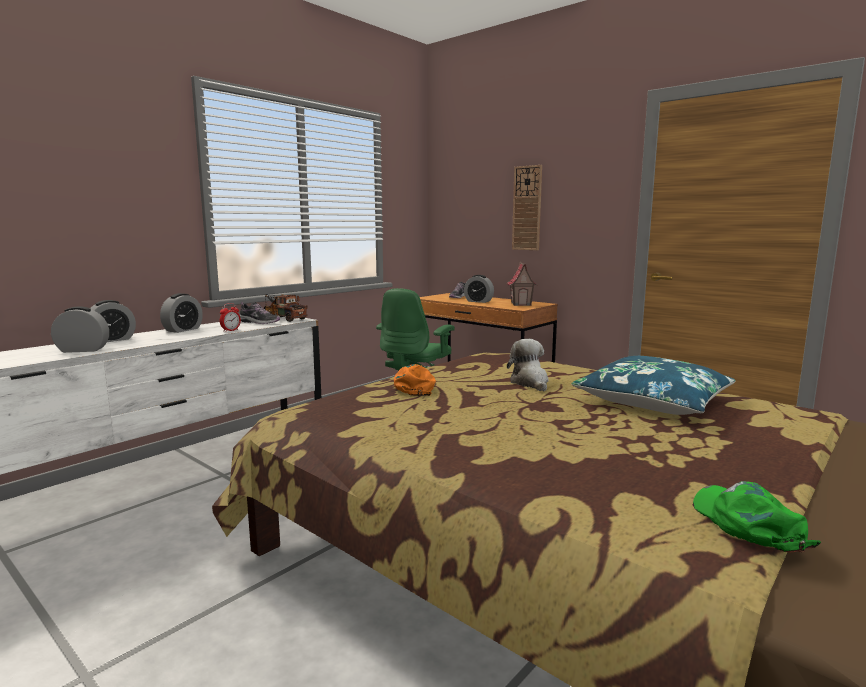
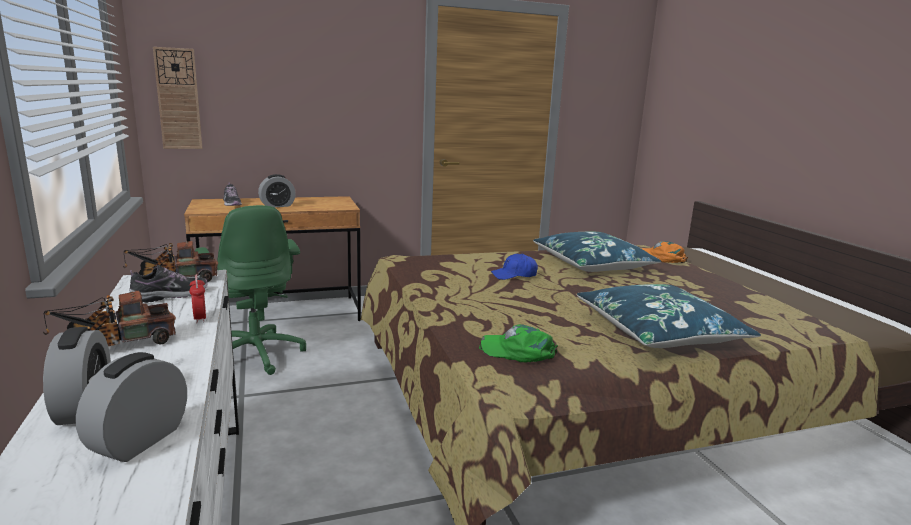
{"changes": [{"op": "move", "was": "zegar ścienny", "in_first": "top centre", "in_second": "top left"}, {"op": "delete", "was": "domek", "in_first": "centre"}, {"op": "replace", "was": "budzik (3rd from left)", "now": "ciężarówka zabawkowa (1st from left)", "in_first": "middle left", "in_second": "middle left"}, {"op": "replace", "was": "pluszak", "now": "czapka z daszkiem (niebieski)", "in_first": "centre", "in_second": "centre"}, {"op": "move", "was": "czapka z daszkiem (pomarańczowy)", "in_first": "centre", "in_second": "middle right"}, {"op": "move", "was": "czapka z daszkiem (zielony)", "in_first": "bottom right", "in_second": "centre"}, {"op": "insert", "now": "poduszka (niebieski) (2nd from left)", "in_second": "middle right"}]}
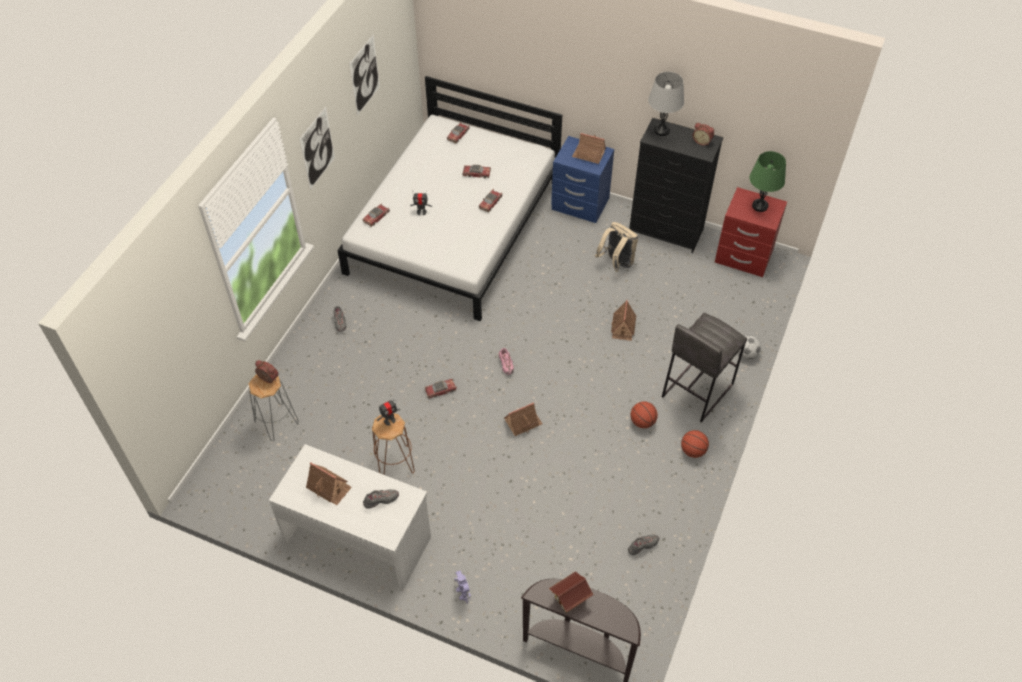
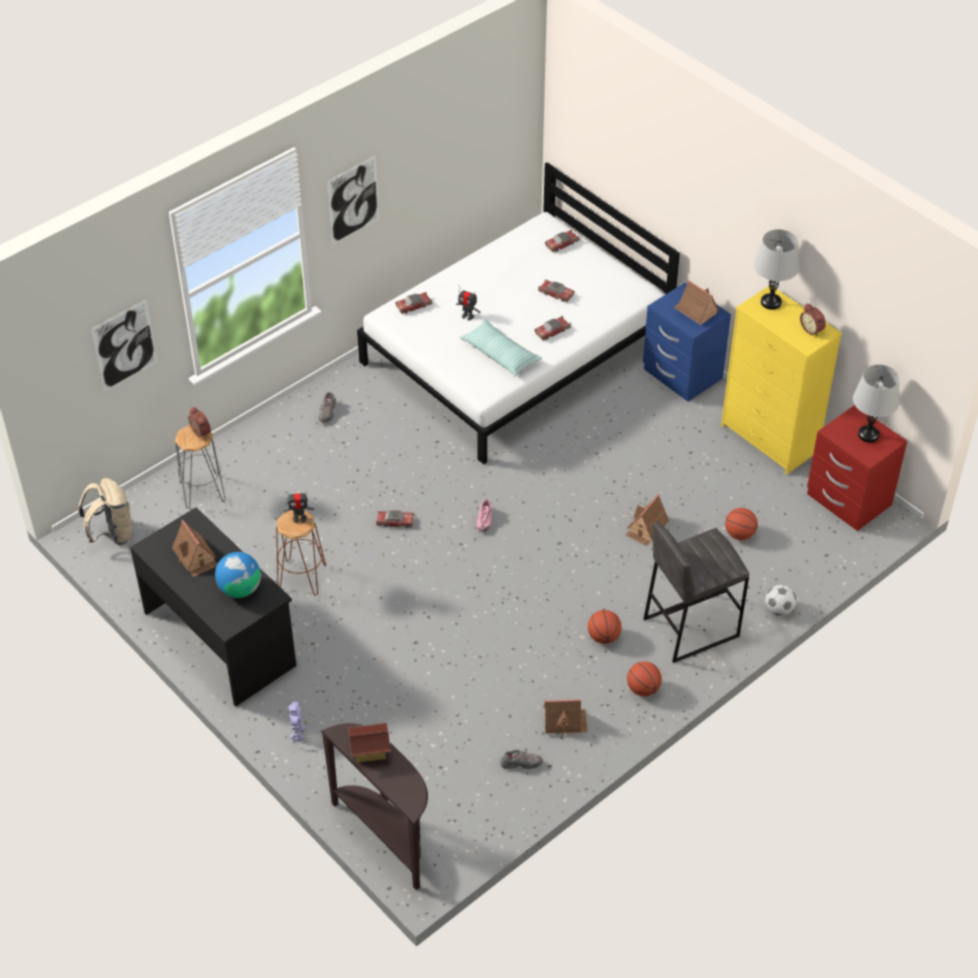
{"changes": [{"op": "move", "was": "obraz (2nd from left in the first image)", "now": "obraz (1st from left)", "in_first": "top centre", "in_second": "middle left"}, {"op": "recolor", "was": "komoda (czarny)", "now": "komoda (żółty)", "in_first": "top centre", "in_second": "middle right"}, {"op": "recolor", "was": "lampa stołowa (zielony)", "now": "lampa stołowa (szary) (2nd from left)", "in_first": "top right", "in_second": "middle right"}, {"op": "move", "was": "plecak (beżowy)", "in_first": "centre", "in_second": "middle left"}, {"op": "move", "was": "domek (2nd from left in the first image)", "now": "domek (3rd from left)", "in_first": "centre", "in_second": "bottom centre"}, {"op": "recolor", "was": "biurko (biały)", "now": "biurko (czarny)", "in_first": "bottom centre", "in_second": "middle left"}, {"op": "replace", "was": "but (szary) (2nd from left)", "now": "globus", "in_first": "bottom centre", "in_second": "middle left"}, {"op": "insert", "now": "poduszka", "in_second": "centre"}, {"op": "insert", "now": "piłka do koszykówki (3rd from left)", "in_second": "middle right"}]}
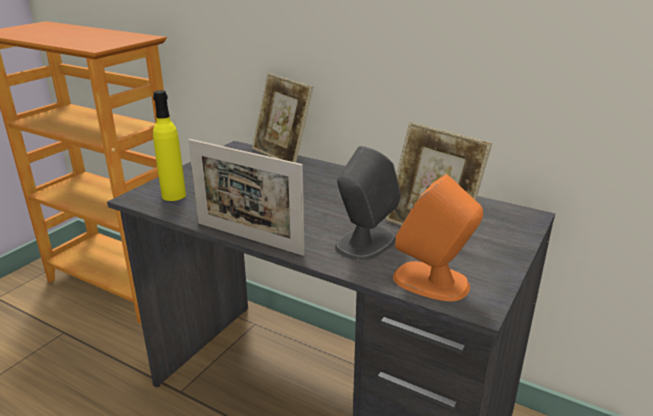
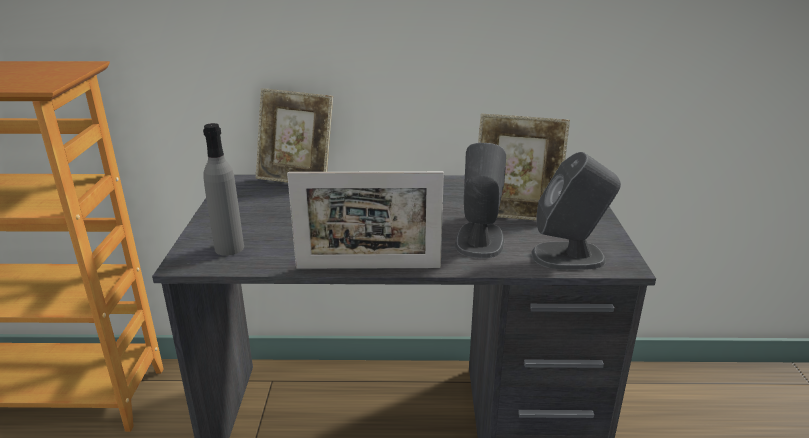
{"changes": [{"op": "recolor", "was": "butelka (żółty)", "now": "butelka (szary)", "in_first": "middle left", "in_second": "middle left"}, {"op": "recolor", "was": "głośnik (pomarańczowy)", "now": "głośnik (szary) (2nd from left)", "in_first": "middle right", "in_second": "middle right"}]}
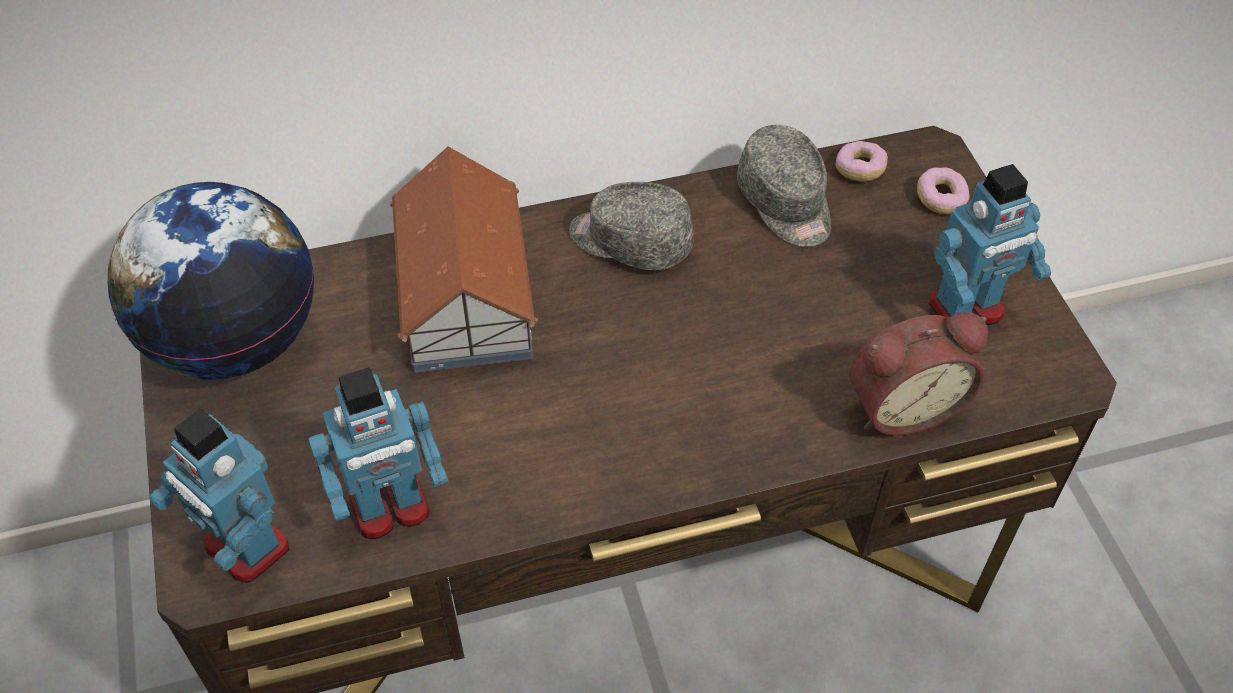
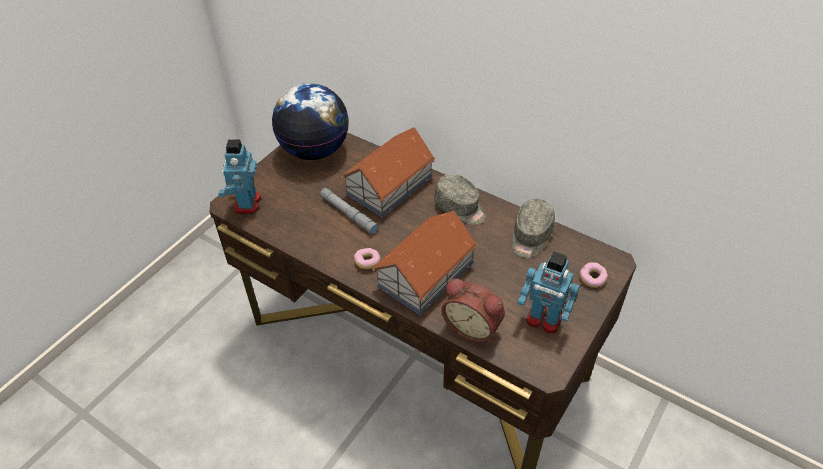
{"changes": [{"op": "move", "was": "donut (1st from left)", "in_first": "top right", "in_second": "centre"}, {"op": "rotate", "was": "czapka z daszkiem (szary) (1st from left)", "in_first": "top centre", "in_second": "centre", "clockwise": 150}, {"op": "delete", "was": "robot zabawkowy (2nd from left)", "in_first": "middle left"}, {"op": "insert", "now": "latarka (szary)", "in_second": "centre"}, {"op": "insert", "now": "domek (2nd from left)", "in_second": "centre"}]}
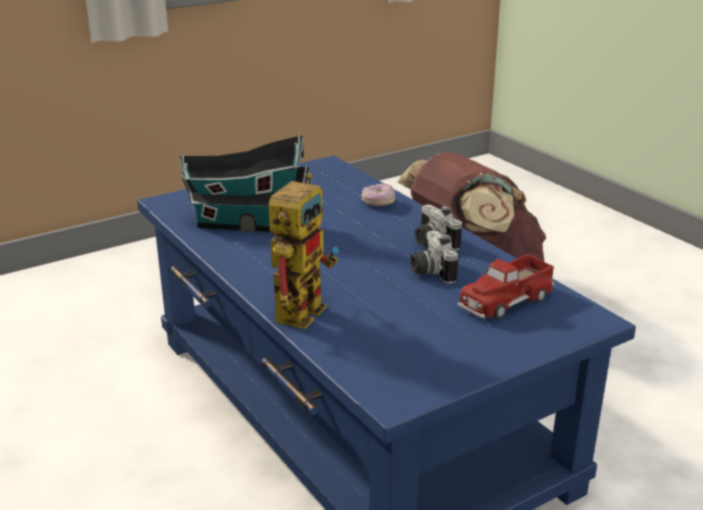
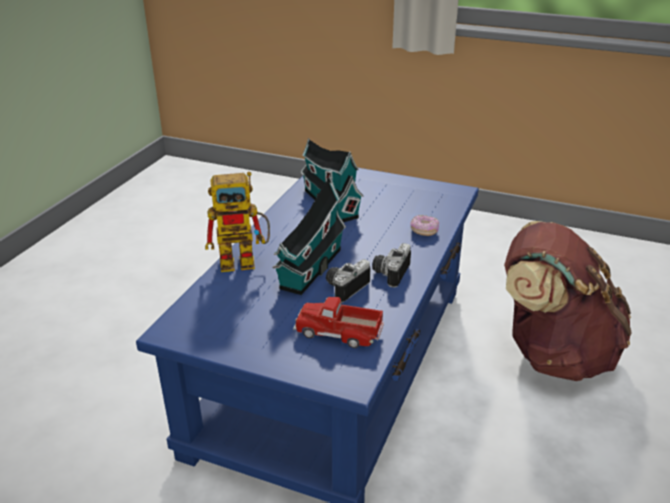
{"changes": [{"op": "insert", "now": "domek (1st from left)", "in_second": "centre"}]}
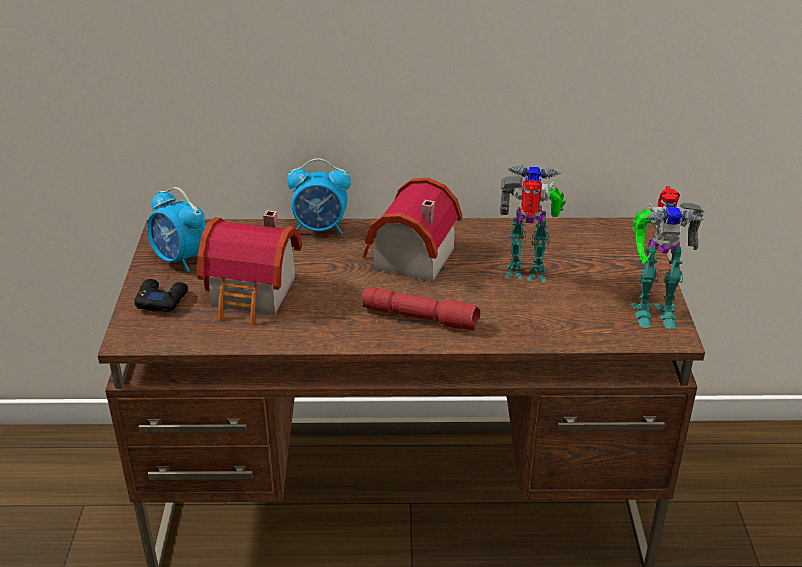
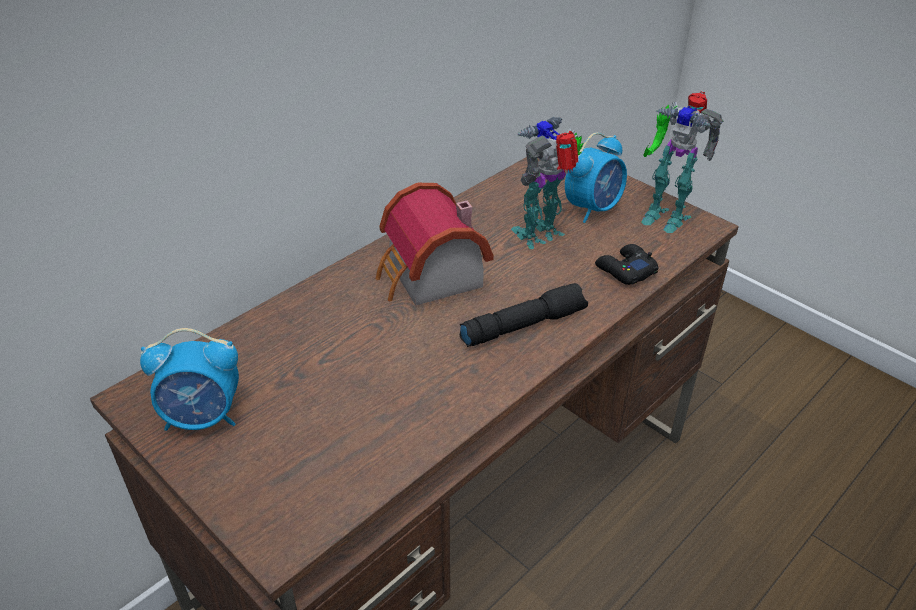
{"changes": [{"op": "move", "was": "budzik (2nd from left)", "in_first": "centre", "in_second": "top centre"}, {"op": "rotate", "was": "robot zabawkowy (2nd from left)", "in_first": "middle right", "in_second": "top right", "clockwise": 75}, {"op": "delete", "was": "domek (1st from left)", "in_first": "middle left"}, {"op": "move", "was": "pad do gier (czarny)", "in_first": "middle left", "in_second": "middle right"}, {"op": "recolor", "was": "latarka (czerwony)", "now": "latarka (czarny)", "in_first": "centre", "in_second": "centre"}]}
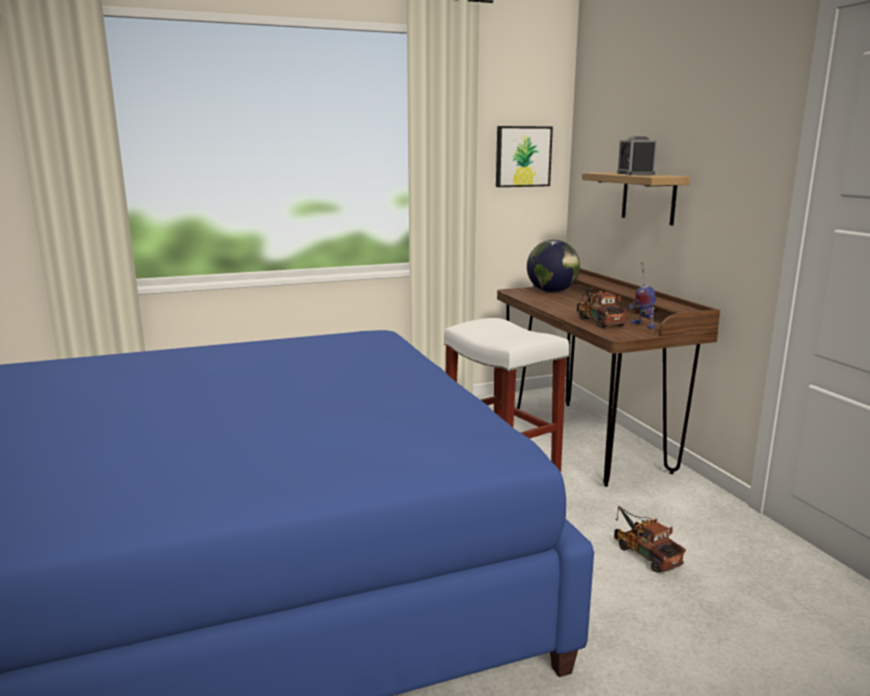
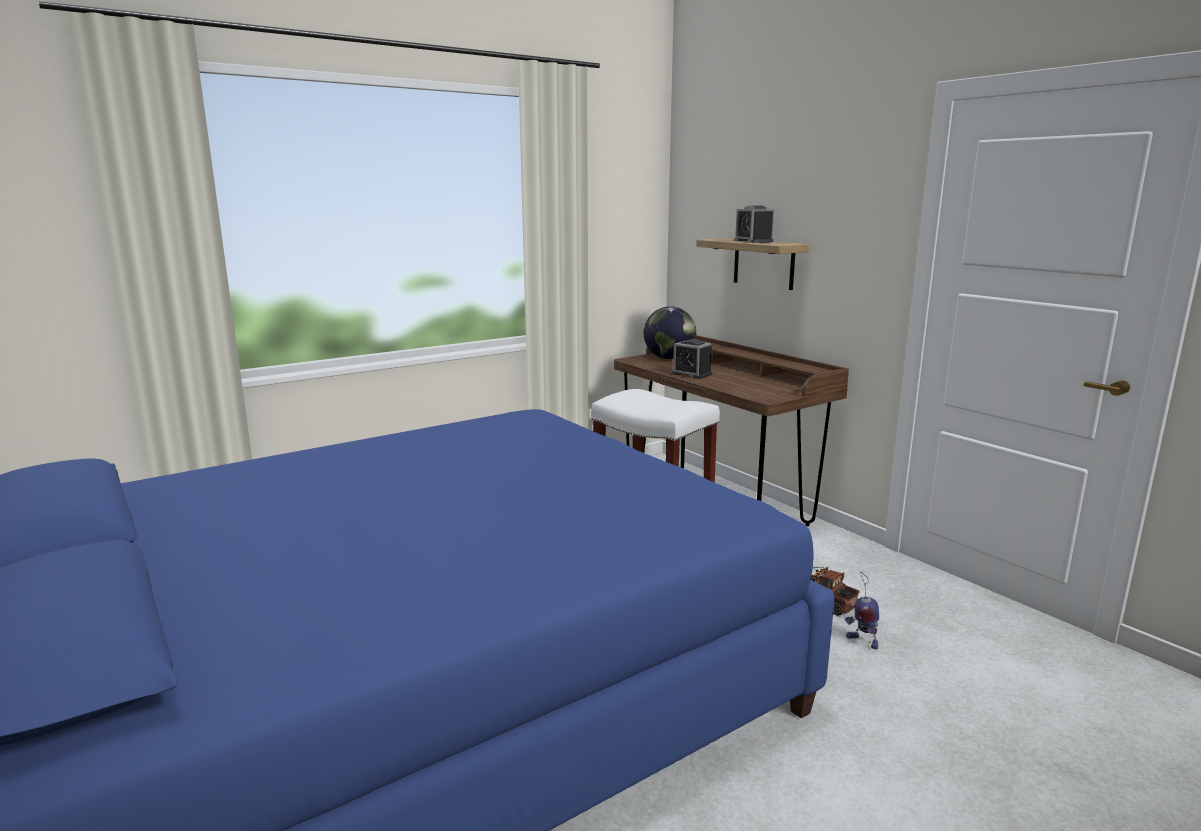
{"changes": [{"op": "delete", "was": "obraz", "in_first": "top centre"}, {"op": "move", "was": "robot zabawkowy", "in_first": "middle right", "in_second": "bottom right"}, {"op": "delete", "was": "ciężarówka zabawkowa (1st from left)", "in_first": "middle right"}, {"op": "insert", "now": "budzik (1st from left)", "in_second": "centre"}]}
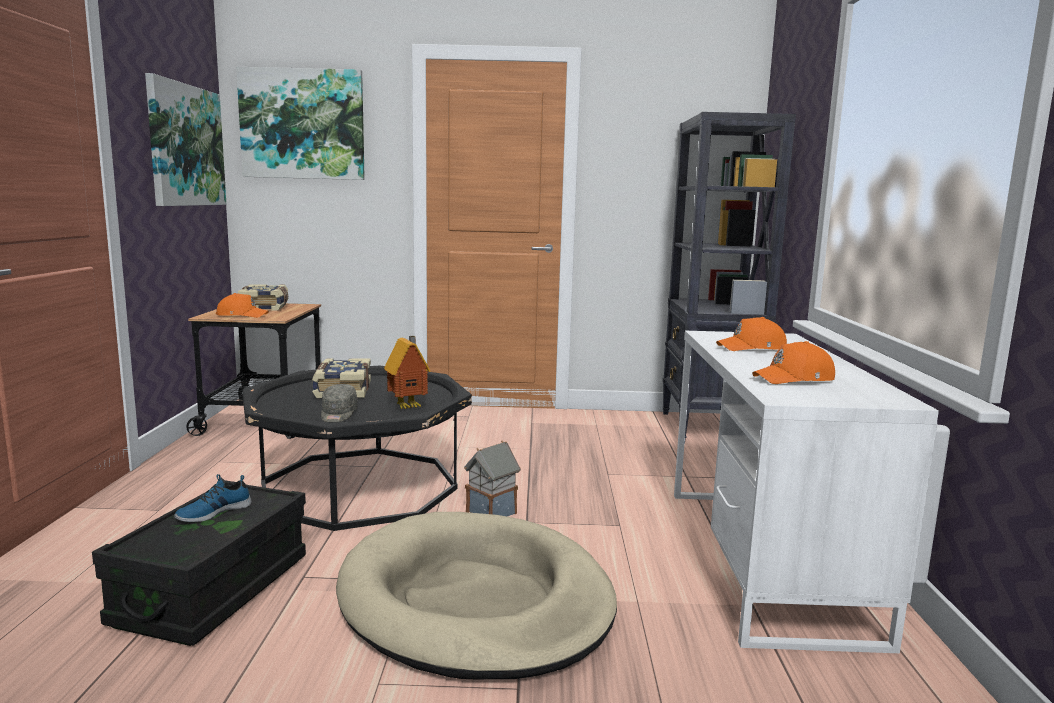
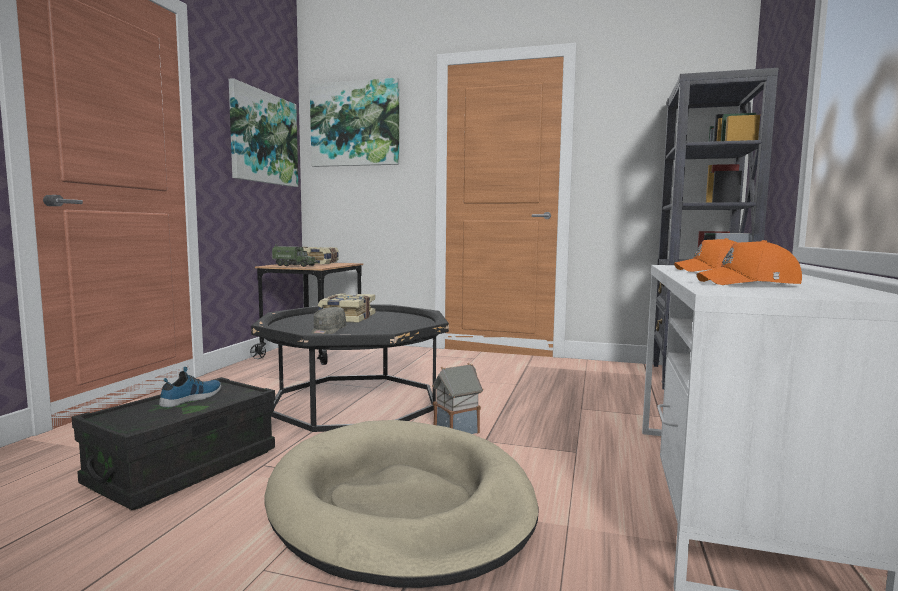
{"changes": [{"op": "replace", "was": "czapka z daszkiem (pomarańczowy) (1st from left)", "now": "ciężarówka zabawkowa", "in_first": "middle left", "in_second": "middle left"}, {"op": "delete", "was": "domek (1st from left)", "in_first": "centre"}, {"op": "rotate", "was": "but", "in_first": "bottom left", "in_second": "middle left", "clockwise": 150}]}
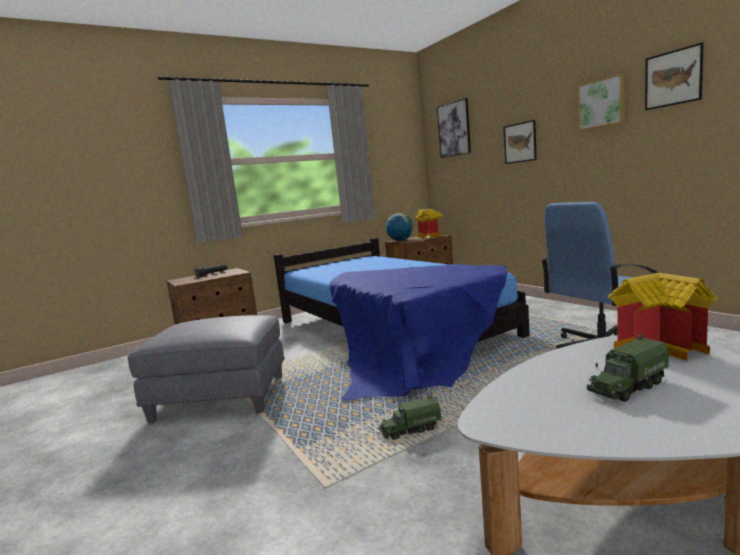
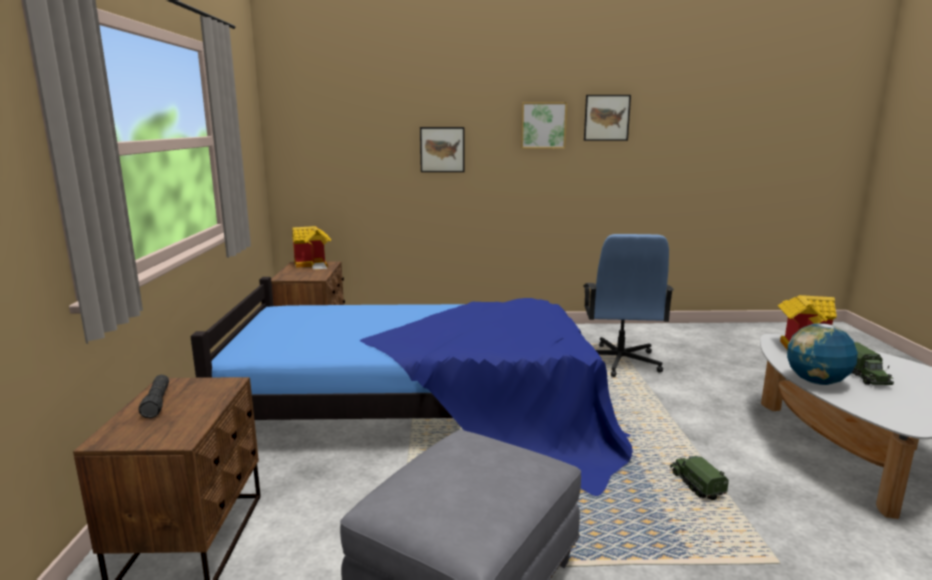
{"changes": [{"op": "delete", "was": "obraz (1st from left)", "in_first": "top centre"}, {"op": "move", "was": "globus", "in_first": "centre", "in_second": "middle right"}, {"op": "rotate", "was": "ciężarówka zabawkowa (1st from left)", "in_first": "bottom centre", "in_second": "bottom right", "clockwise": 150}]}
